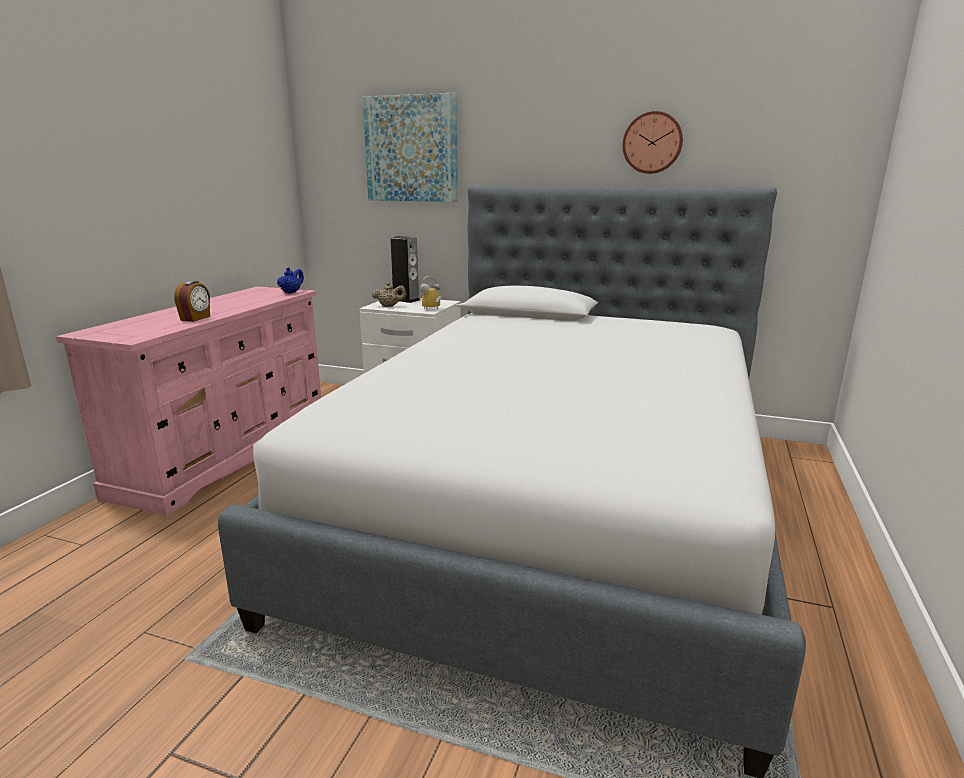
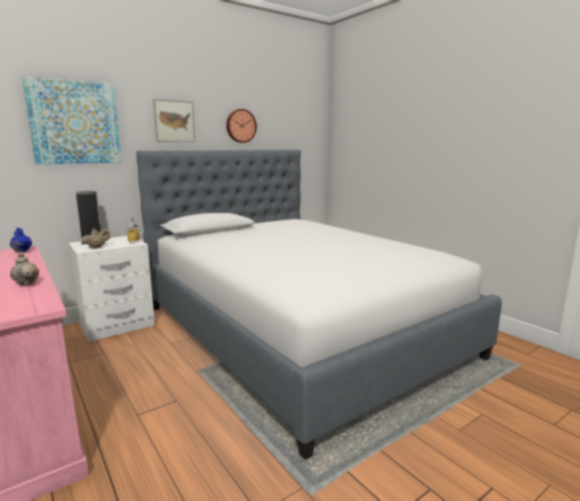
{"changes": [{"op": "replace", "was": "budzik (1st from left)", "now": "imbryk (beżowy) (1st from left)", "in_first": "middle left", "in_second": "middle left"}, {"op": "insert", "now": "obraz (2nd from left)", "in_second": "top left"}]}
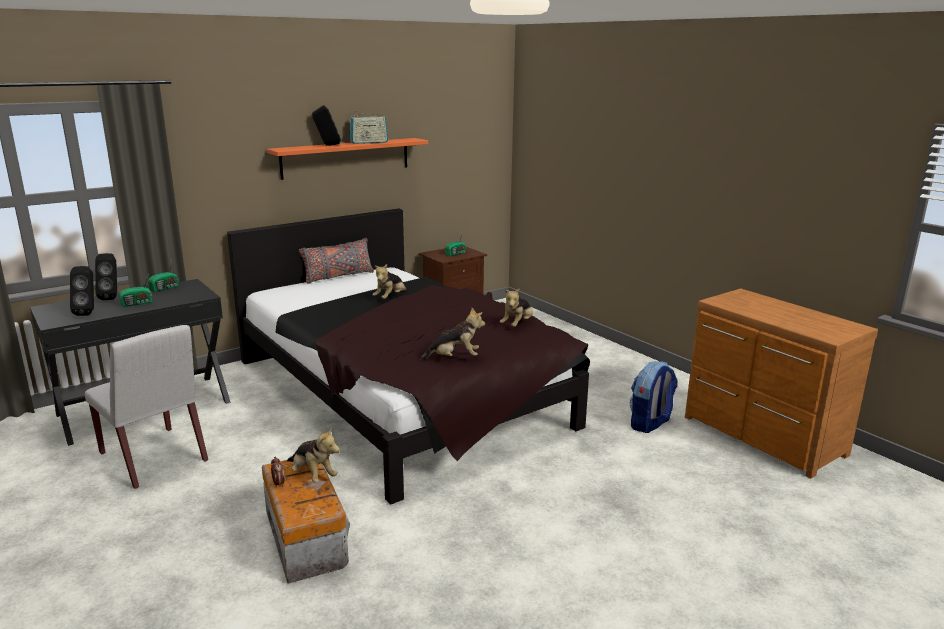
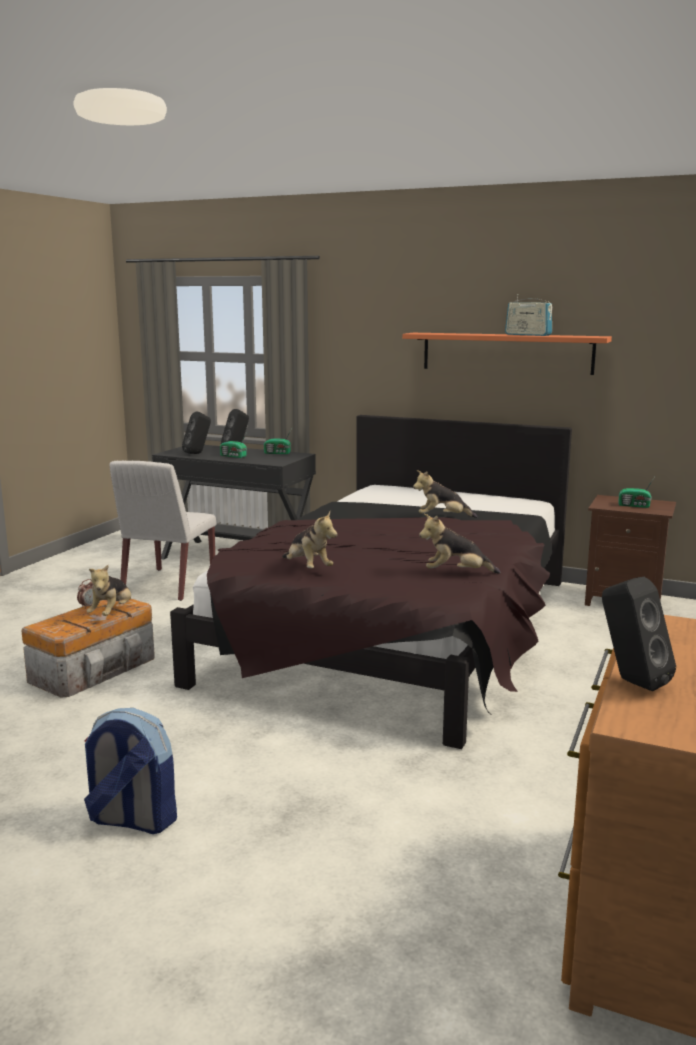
{"changes": [{"op": "move", "was": "głośnik (czarny) (3rd from left)", "in_first": "top centre", "in_second": "middle right"}, {"op": "delete", "was": "poduszka (szary)", "in_first": "centre"}, {"op": "move", "was": "plecak", "in_first": "middle right", "in_second": "bottom left"}]}
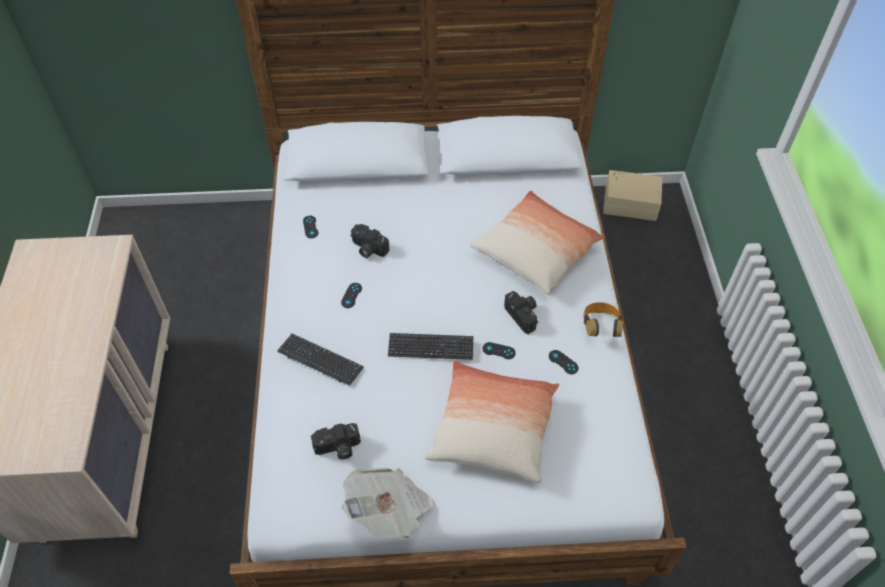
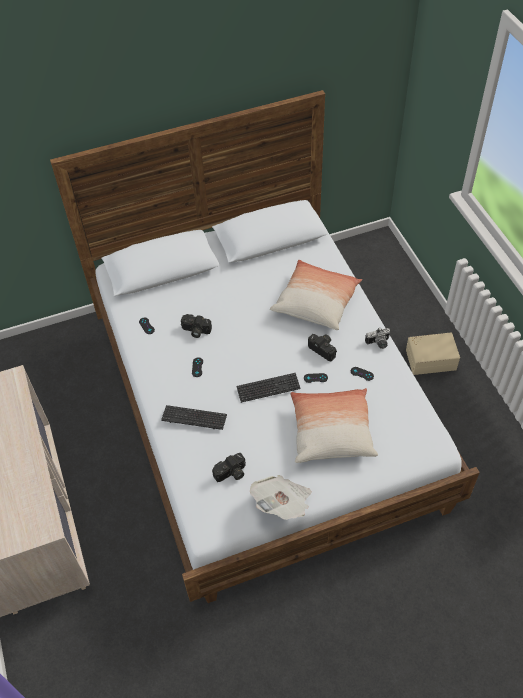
{"changes": [{"op": "move", "was": "pojemnik do przechowywania (beżowy)", "in_first": "top right", "in_second": "middle right"}, {"op": "replace", "was": "słuchawki", "now": "aparat fotograficzny (4th from left)", "in_first": "middle right", "in_second": "middle right"}]}
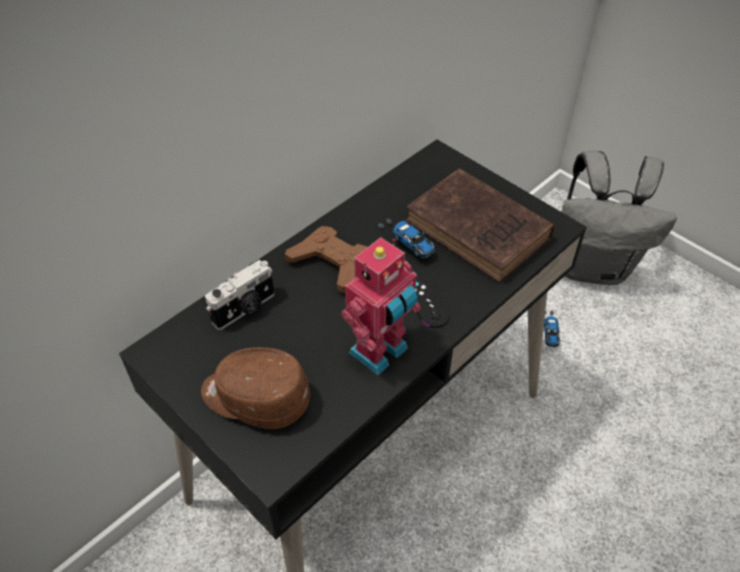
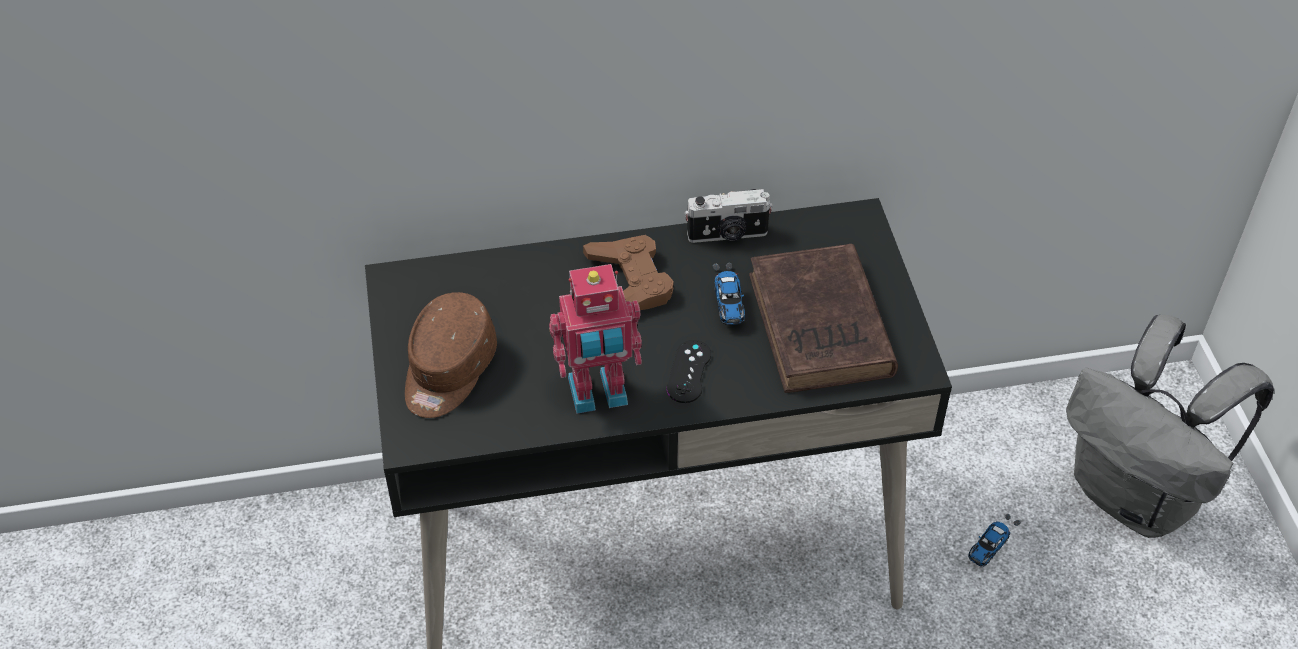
{"changes": [{"op": "move", "was": "aparat fotograficzny", "in_first": "middle left", "in_second": "top centre"}, {"op": "rotate", "was": "czapka z daszkiem (brązowy)", "in_first": "bottom centre", "in_second": "centre", "clockwise": -120}]}
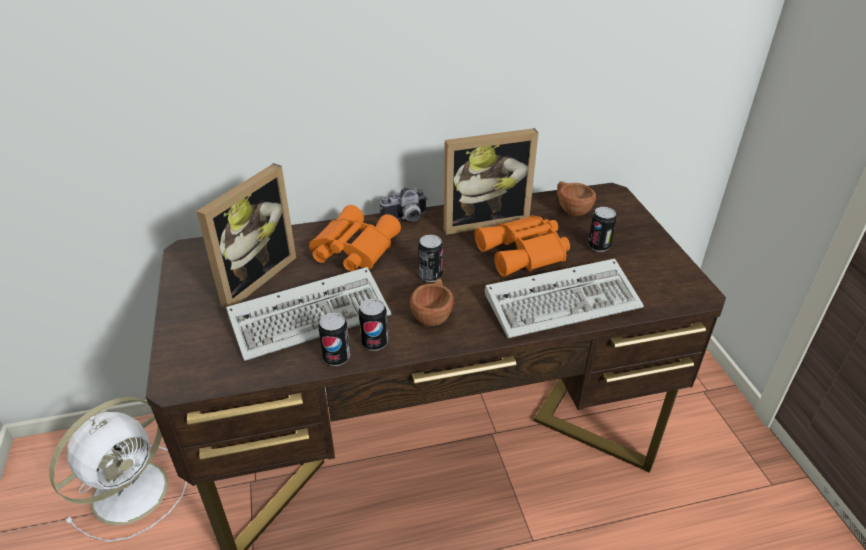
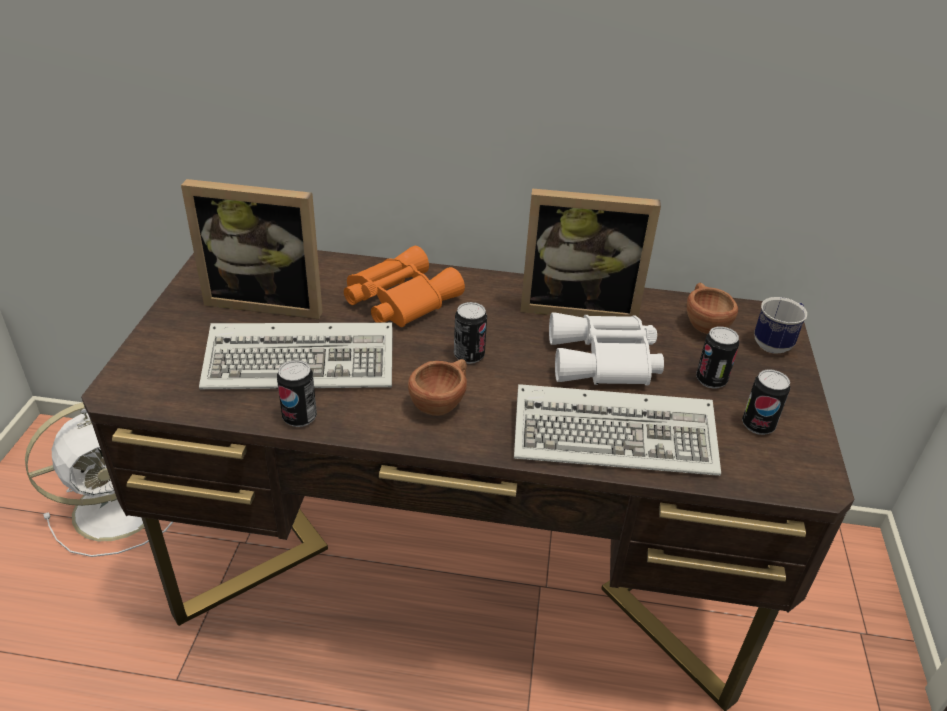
{"changes": [{"op": "rotate", "was": "ramka na zdjęcie (1st from left)", "in_first": "middle left", "in_second": "middle left", "clockwise": 45}, {"op": "delete", "was": "aparat fotograficzny", "in_first": "centre"}, {"op": "recolor", "was": "lornetka (pomarańczowy) (2nd from left)", "now": "lornetka (biały)", "in_first": "centre", "in_second": "centre"}, {"op": "move", "was": "puszka (2nd from left in the first image)", "now": "puszka (4th from left)", "in_first": "centre", "in_second": "middle right"}, {"op": "insert", "now": "kubek", "in_second": "middle right"}]}
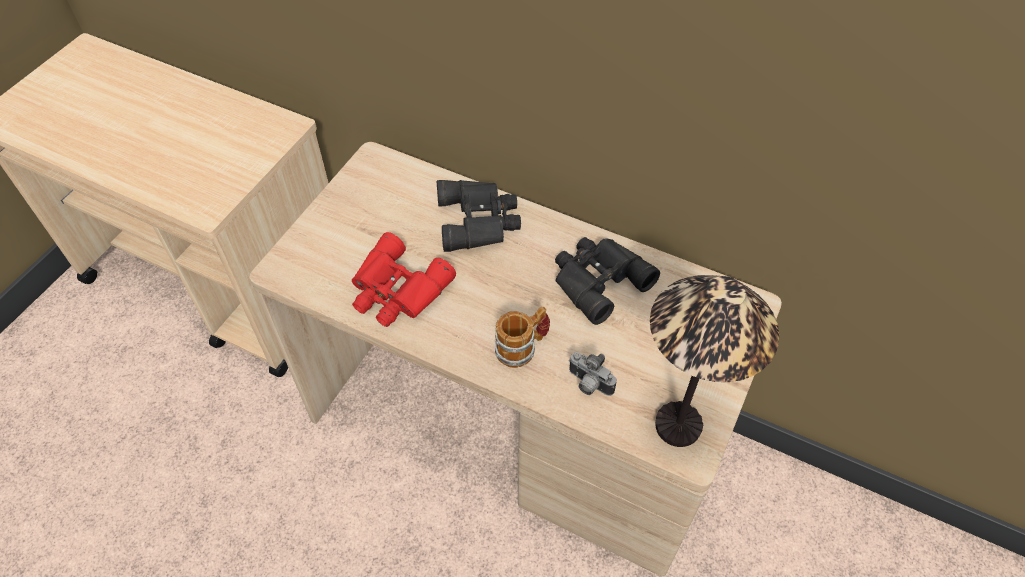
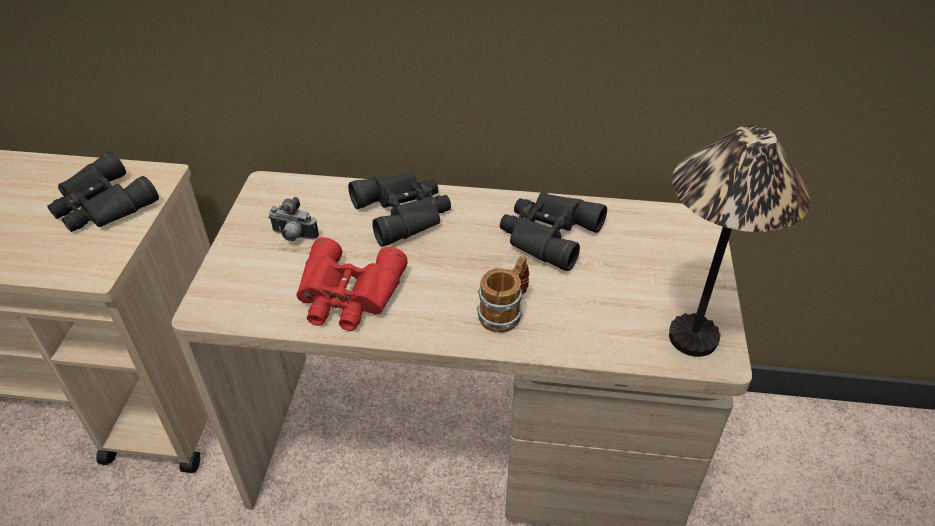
{"changes": [{"op": "move", "was": "aparat fotograficzny", "in_first": "centre", "in_second": "middle left"}, {"op": "insert", "now": "lornetka (czarny) (1st from left)", "in_second": "middle left"}]}
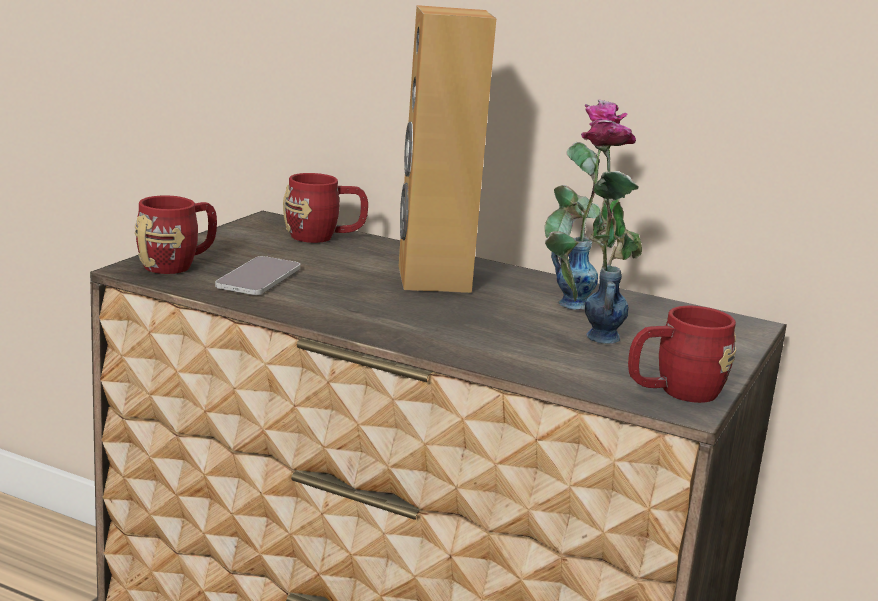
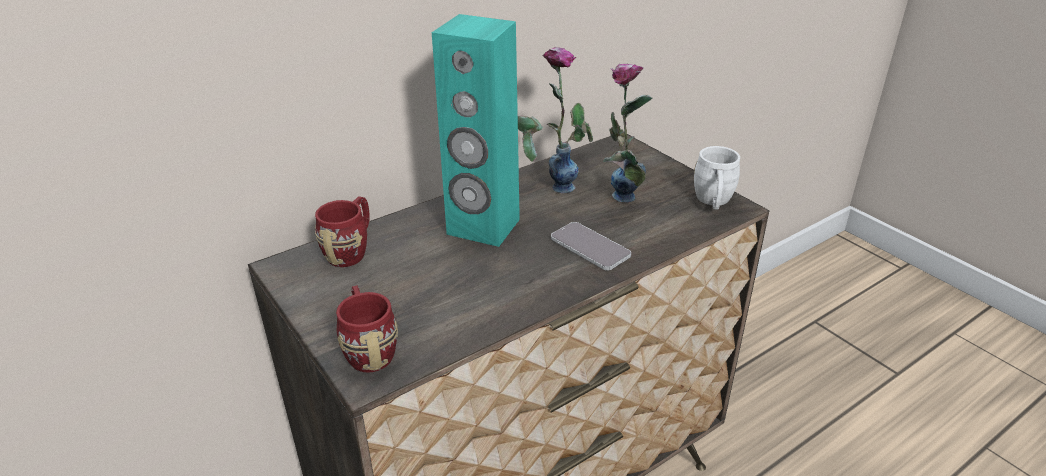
{"changes": [{"op": "recolor", "was": "głośnik (brązowy)", "now": "głośnik (turkusowy)", "in_first": "top centre", "in_second": "top centre"}, {"op": "move", "was": "telefon", "in_first": "middle left", "in_second": "centre"}, {"op": "recolor", "was": "kubek (czerwony) (3rd from left)", "now": "kubek (biały)", "in_first": "middle right", "in_second": "middle right"}]}
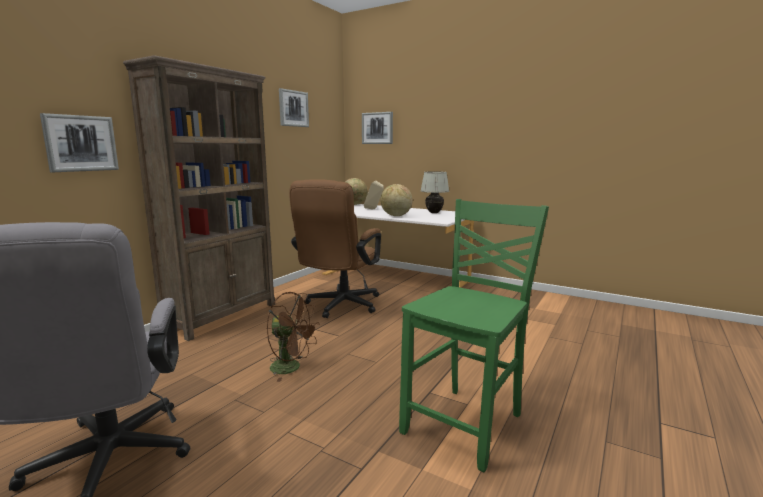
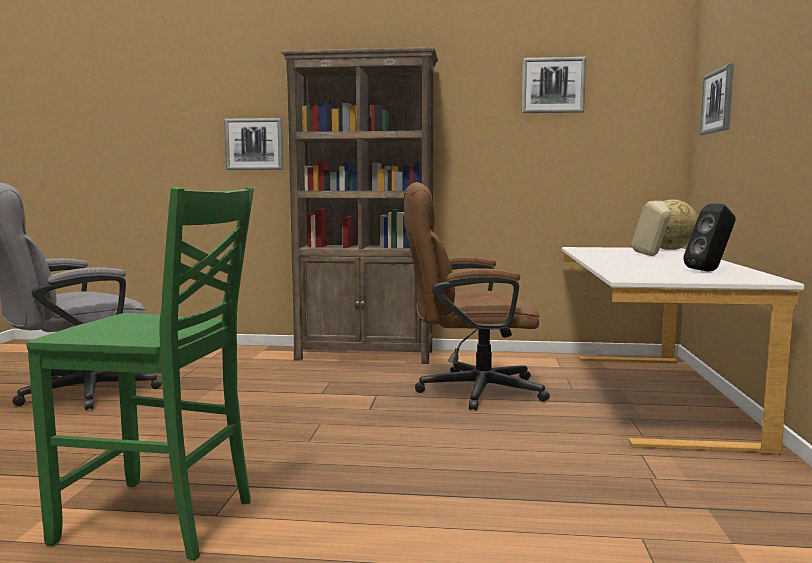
{"changes": [{"op": "replace", "was": "lampa stołowa (biały)", "now": "głośnik (czarny)", "in_first": "centre", "in_second": "middle right"}, {"op": "delete", "was": "globus (2nd from left)", "in_first": "centre"}, {"op": "delete", "was": "wentylator (brązowy)", "in_first": "bottom centre"}]}
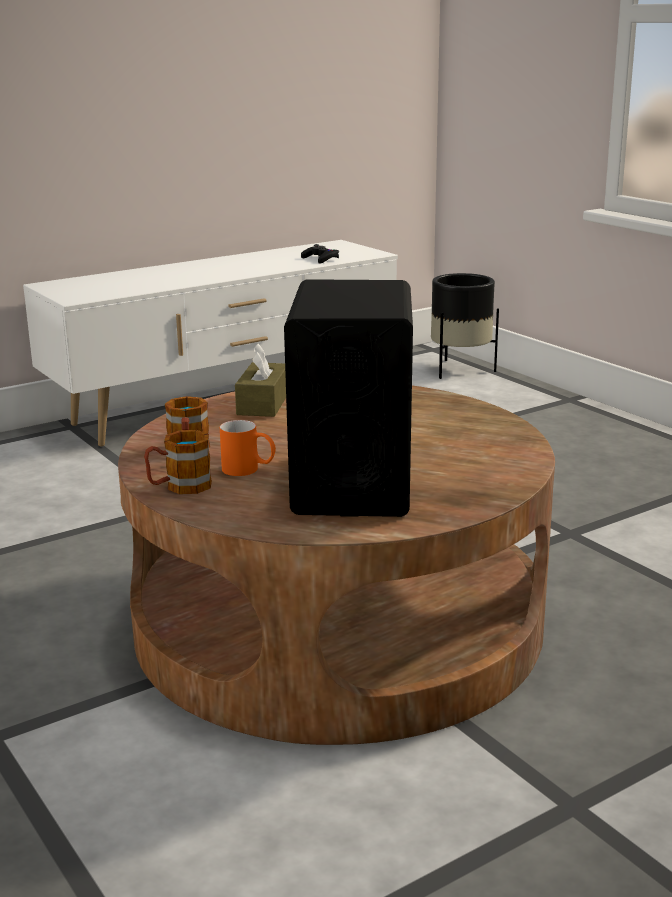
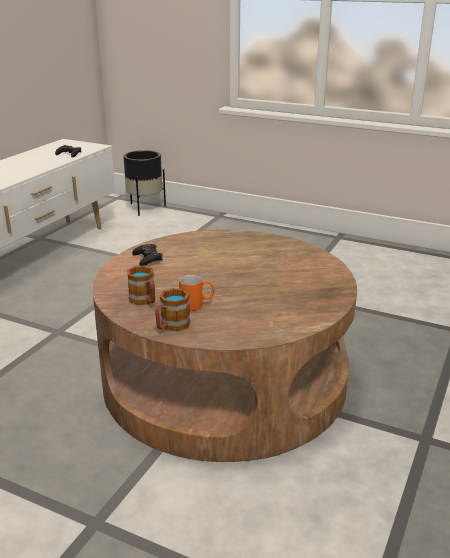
{"changes": [{"op": "delete", "was": "głośnik (czarny)", "in_first": "centre"}, {"op": "replace", "was": "pudełko chusteczek (brązowy)", "now": "pad do gier (czarny) (2nd from left)", "in_first": "centre", "in_second": "middle left"}]}
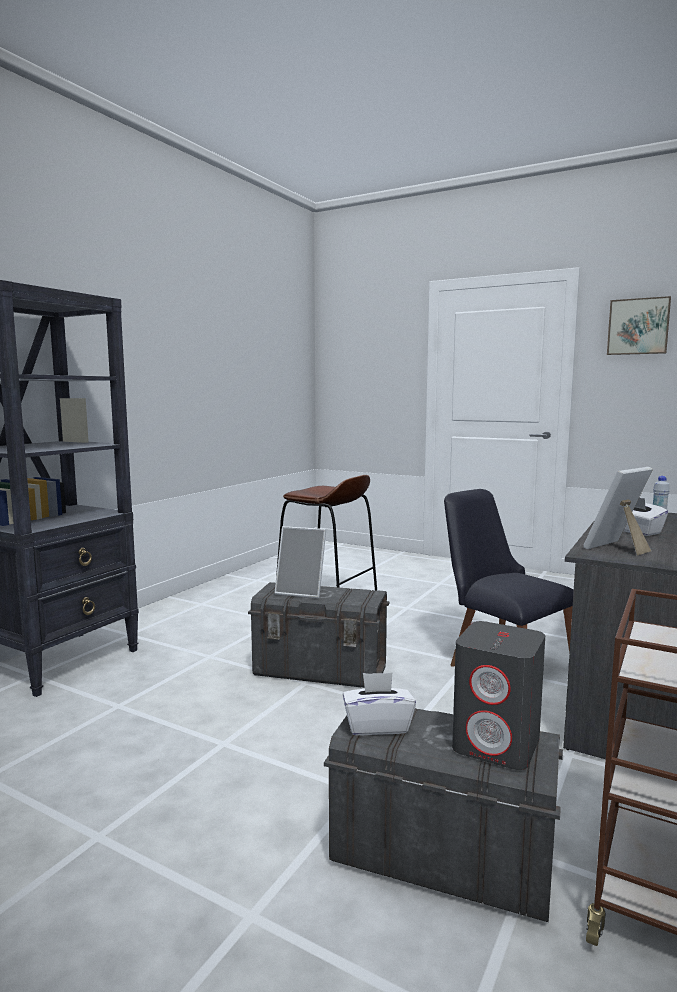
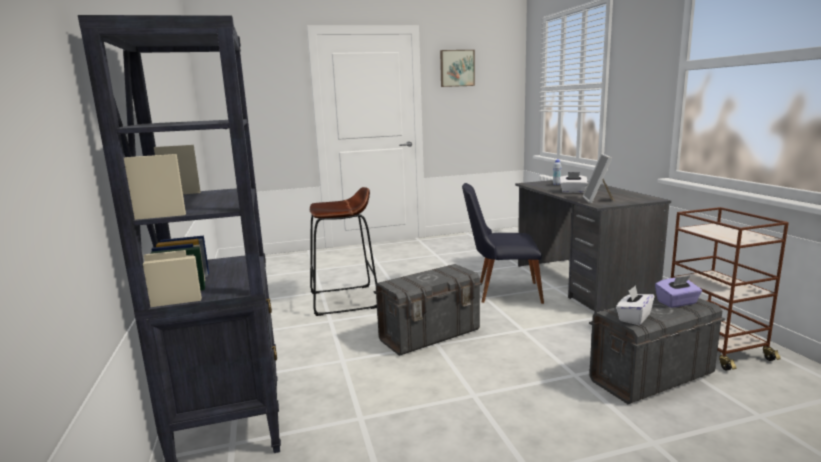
{"changes": [{"op": "delete", "was": "ramka na zdjęcie (1st from left)", "in_first": "centre"}, {"op": "replace", "was": "głośnik (szary)", "now": "pudełko chusteczek (fioletowy)", "in_first": "bottom right", "in_second": "middle right"}]}
